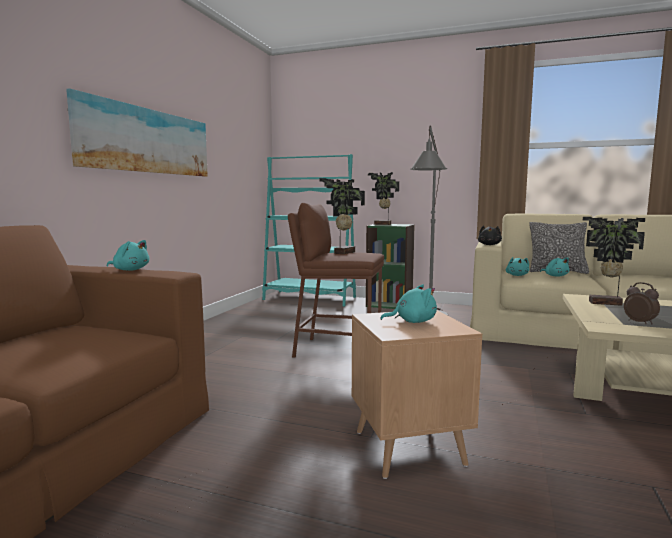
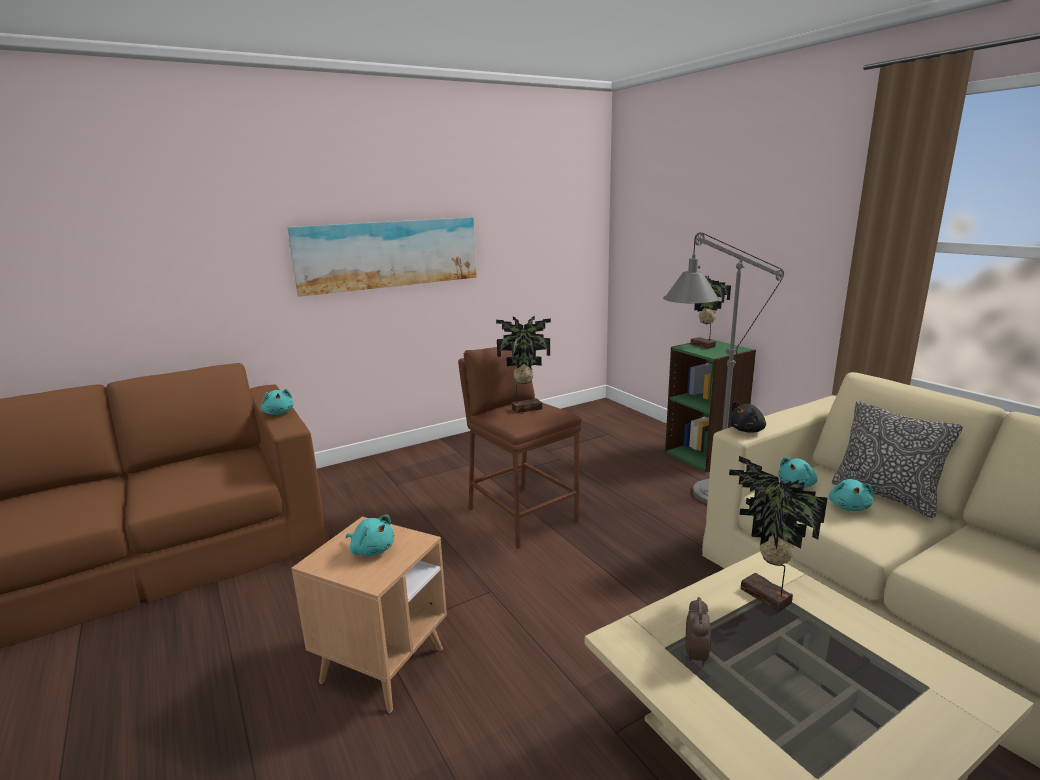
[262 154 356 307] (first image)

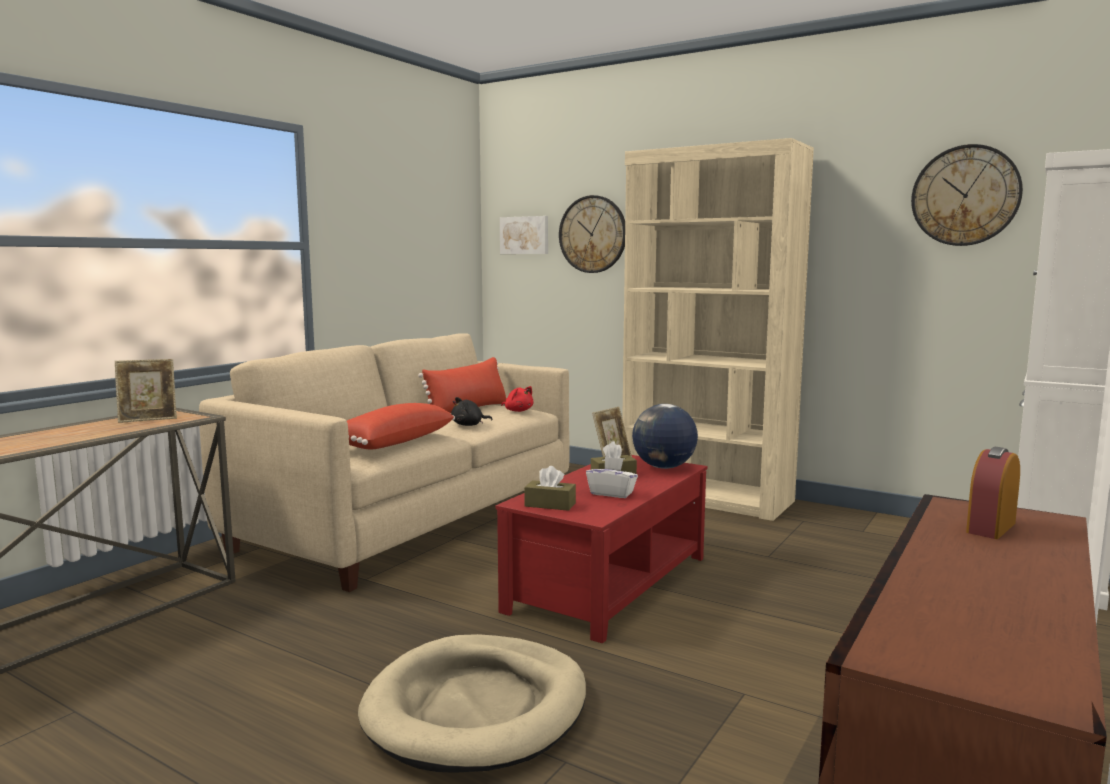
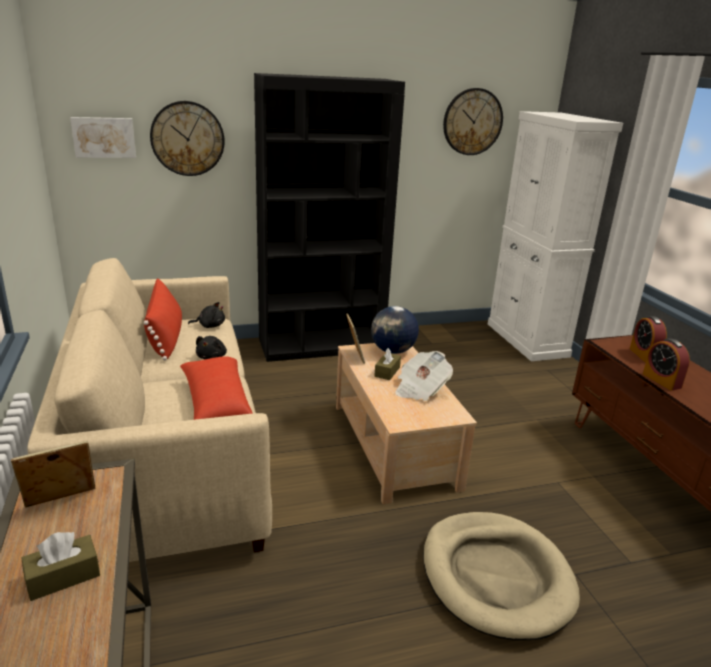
[643 338 690 391]
[21 532 100 601]
[395 351 453 401]
[336 343 477 504]
[188 302 225 328]
[254 73 405 362]
[11 441 96 508]

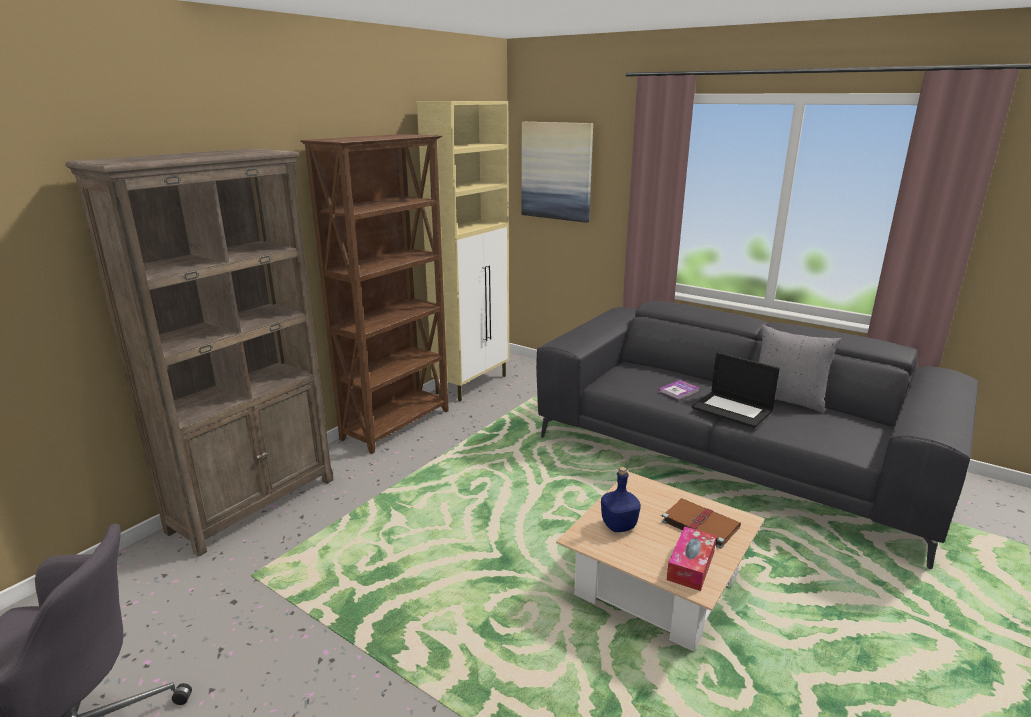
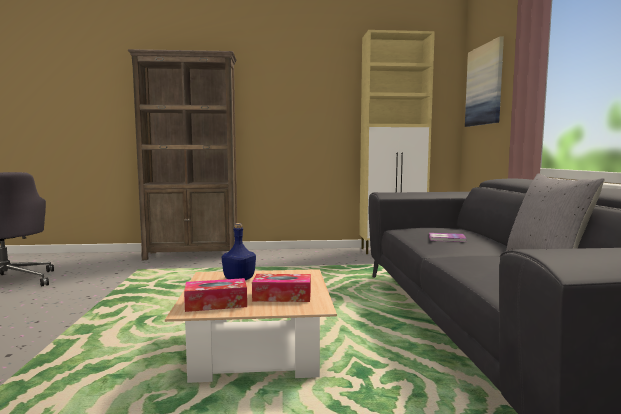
[300 134 449 454] (first image)
[692 352 780 428] (first image)
[252 274 311 302]

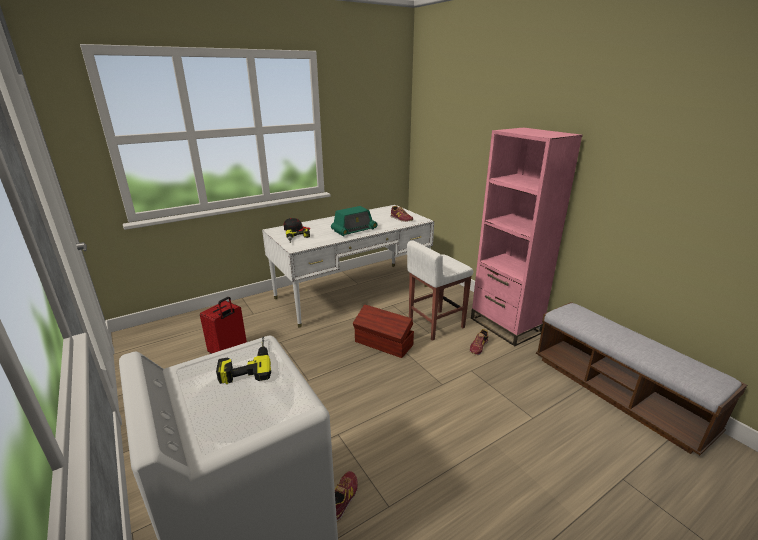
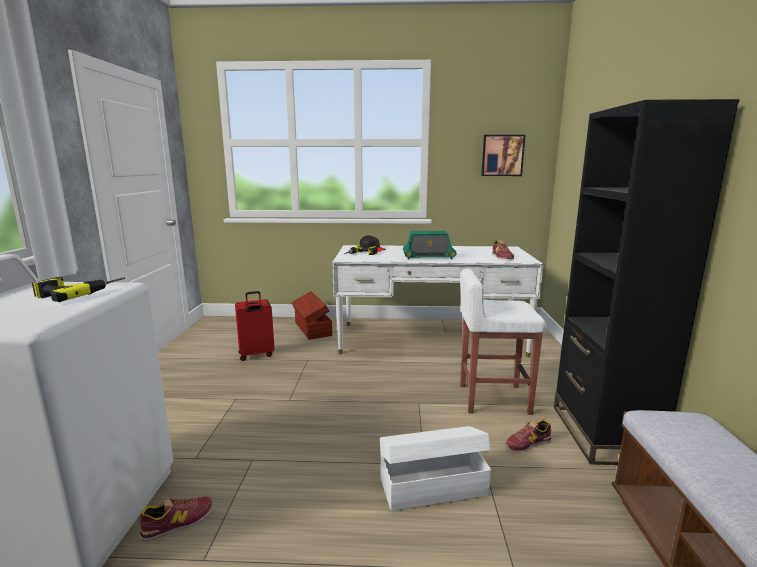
[380 426 491 511]
[481 135 525 176]
[291 291 332 340]
[554 99 740 465]

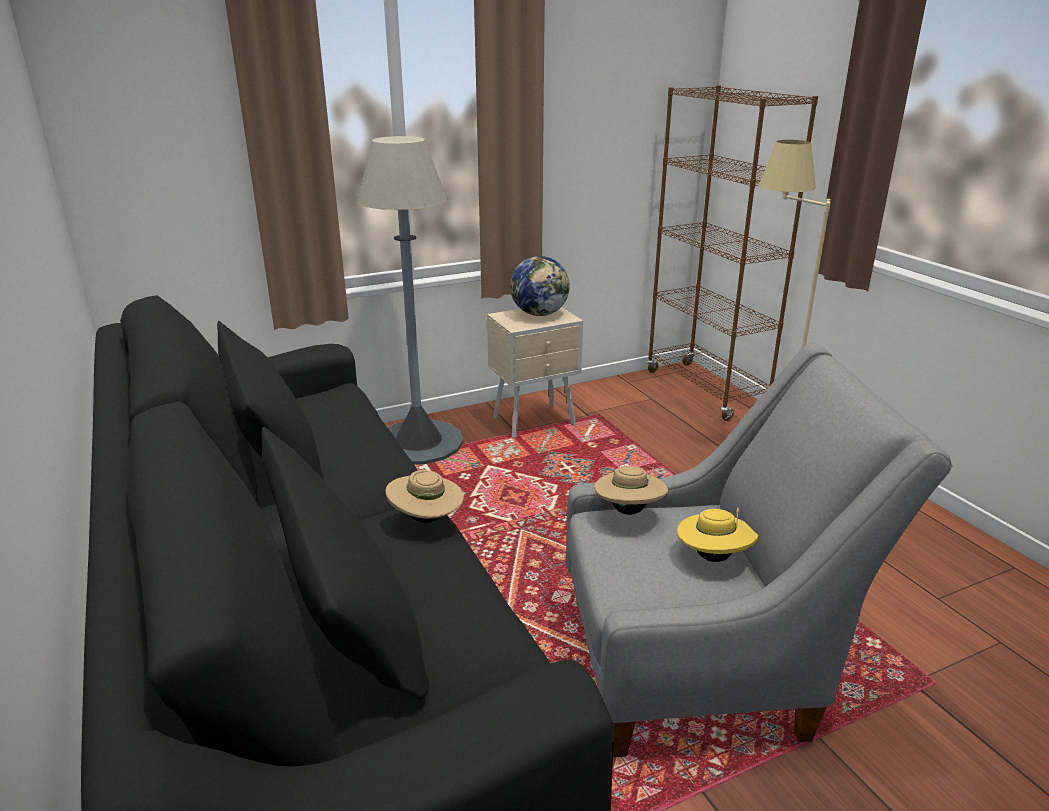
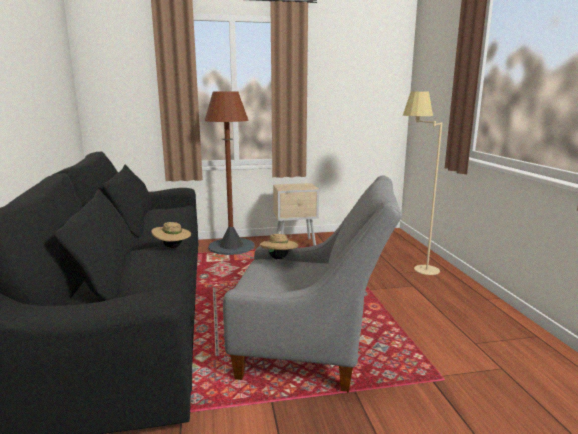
[510 256 570 316] (first image)
[647 85 818 421] (first image)
[677 508 758 562] (first image)
[205 91 254 255]

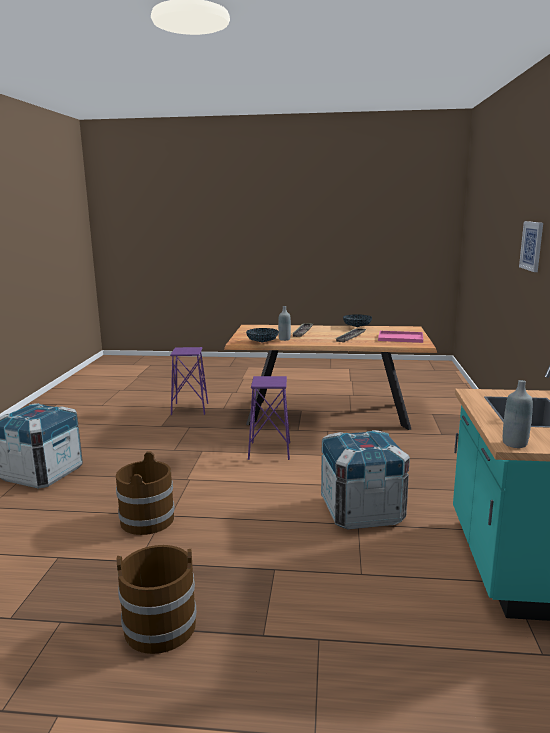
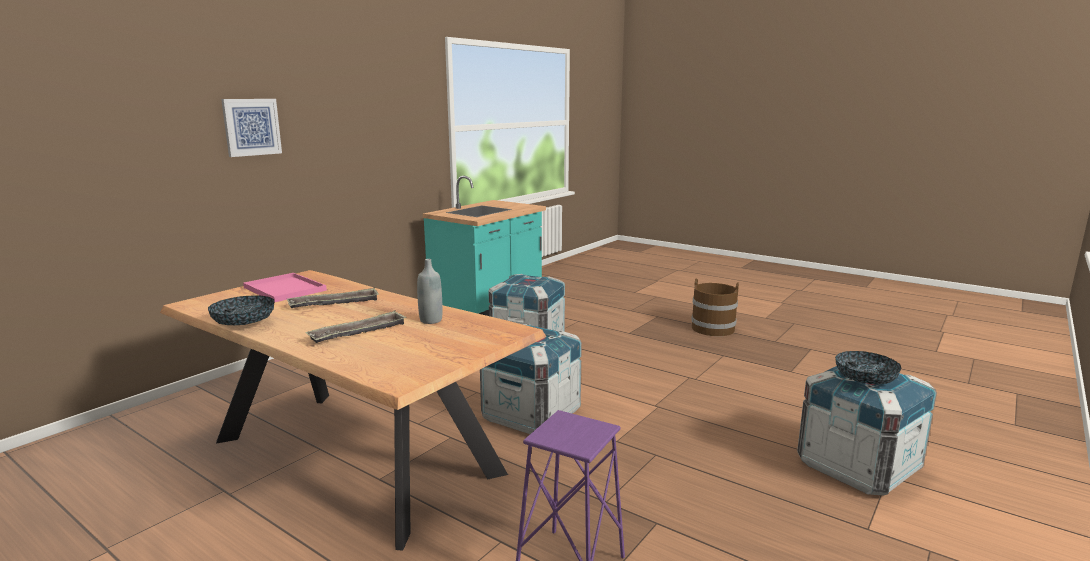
[116 452 175 535] (first image)
[503 380 533 448] (first image)
[835 351 901 384]
[480 324 582 434]

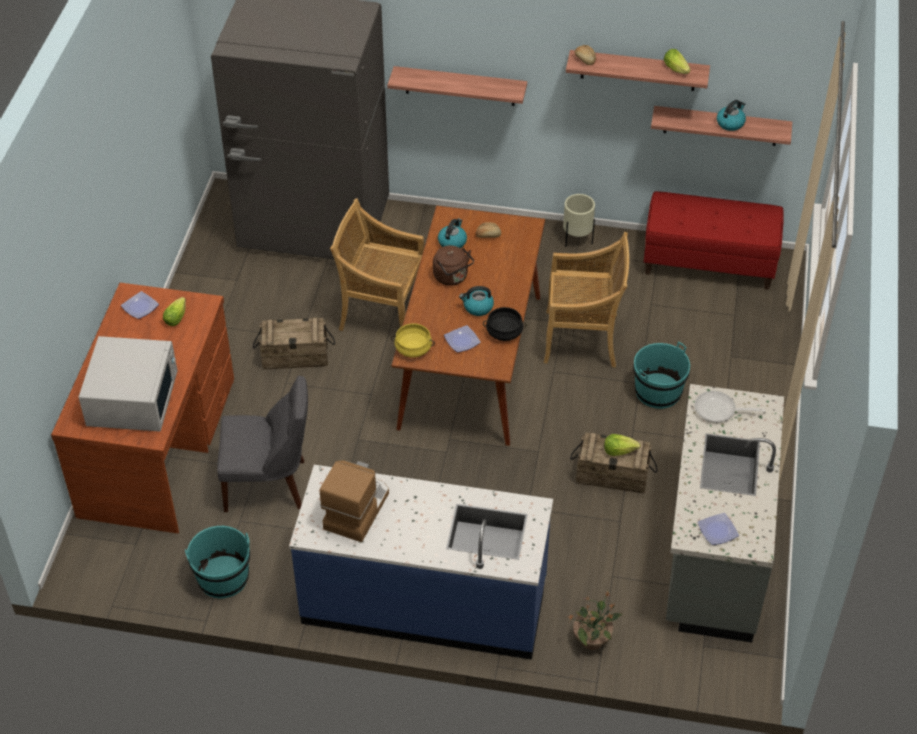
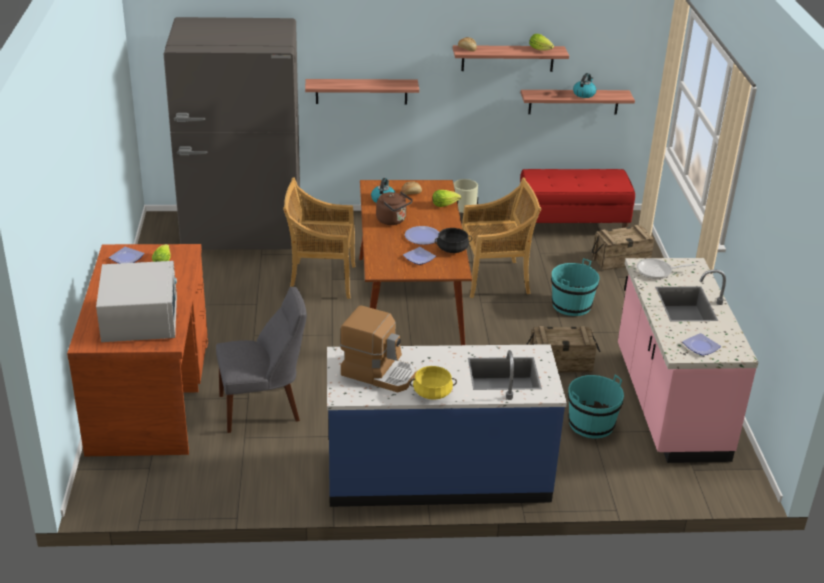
[569 591 623 650] (first image)
[568 375 624 439]
[592 225 655 270]
[410 366 457 400]
[433 190 461 207]
[405 226 439 245]
[618 258 758 463]
[340 305 416 392]

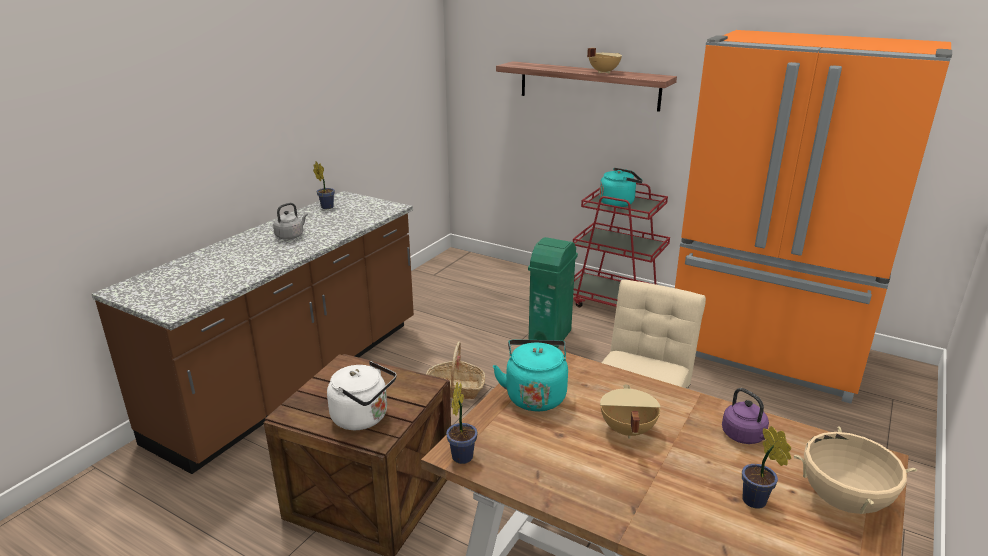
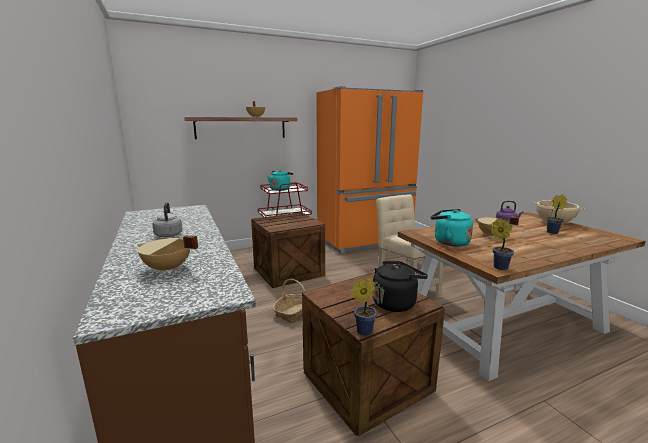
[137 235 198 274]
[351 278 377 336]
[251 212 325 288]
[373 261 428 312]

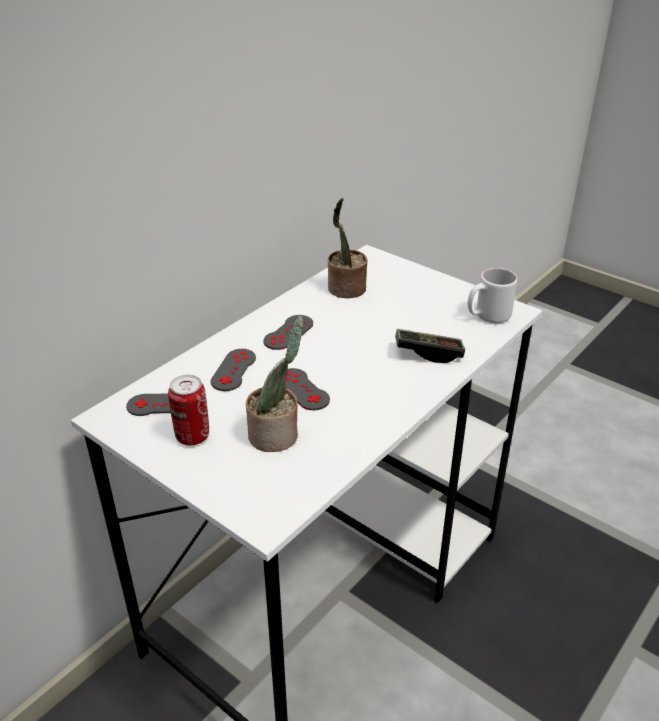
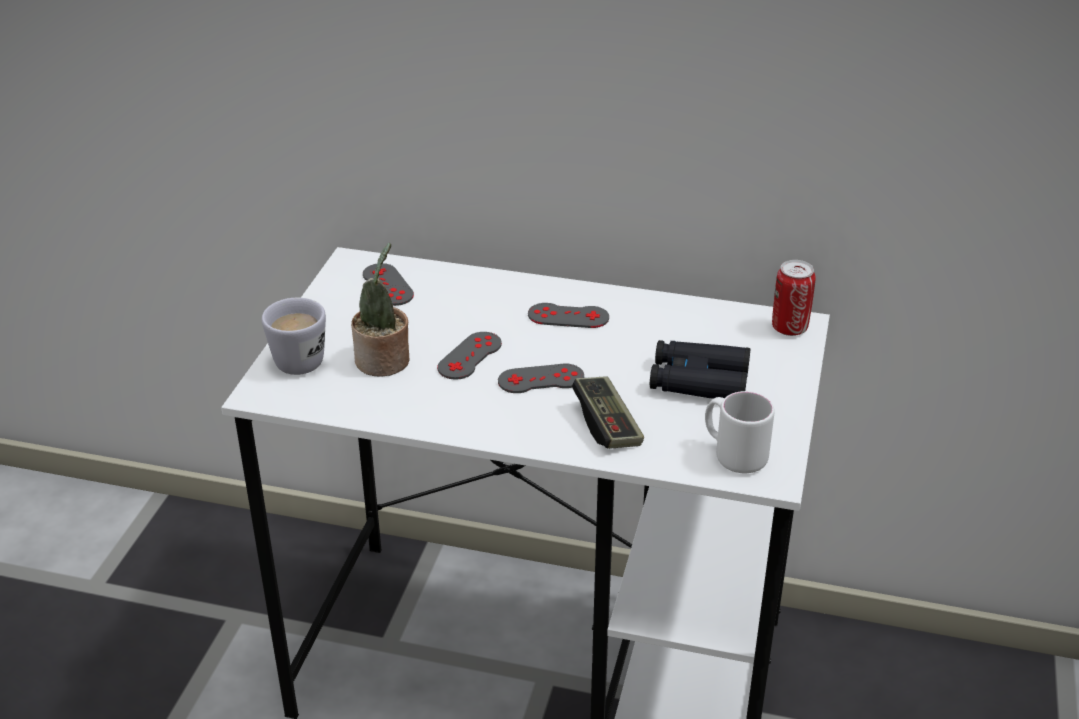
[328 198 368 298] (first image)
[262 298 326 375]
[650 340 751 399]
[772 260 816 336]
[498 364 584 393]

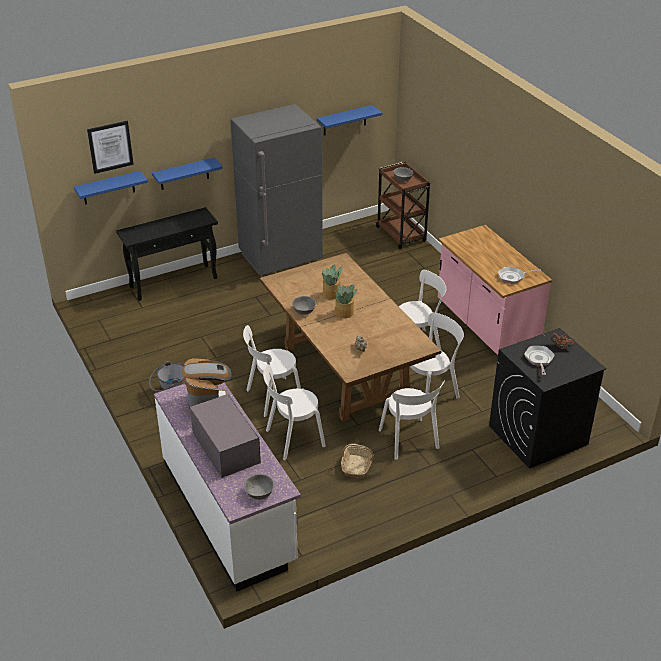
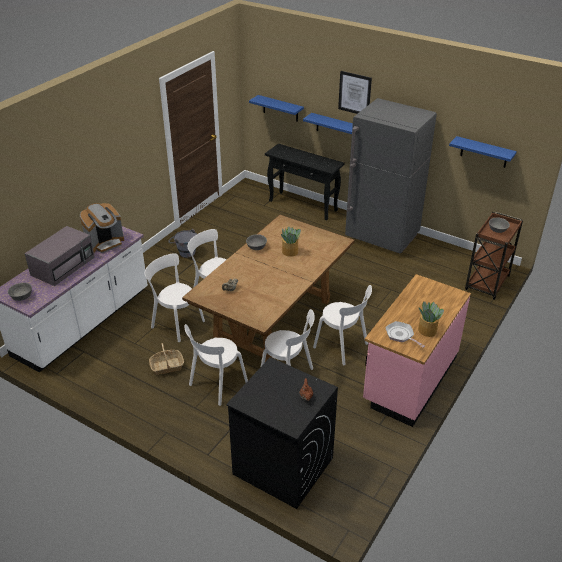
[524 346 555 375] (first image)
[338 71 372 114]
[418 301 444 337]

